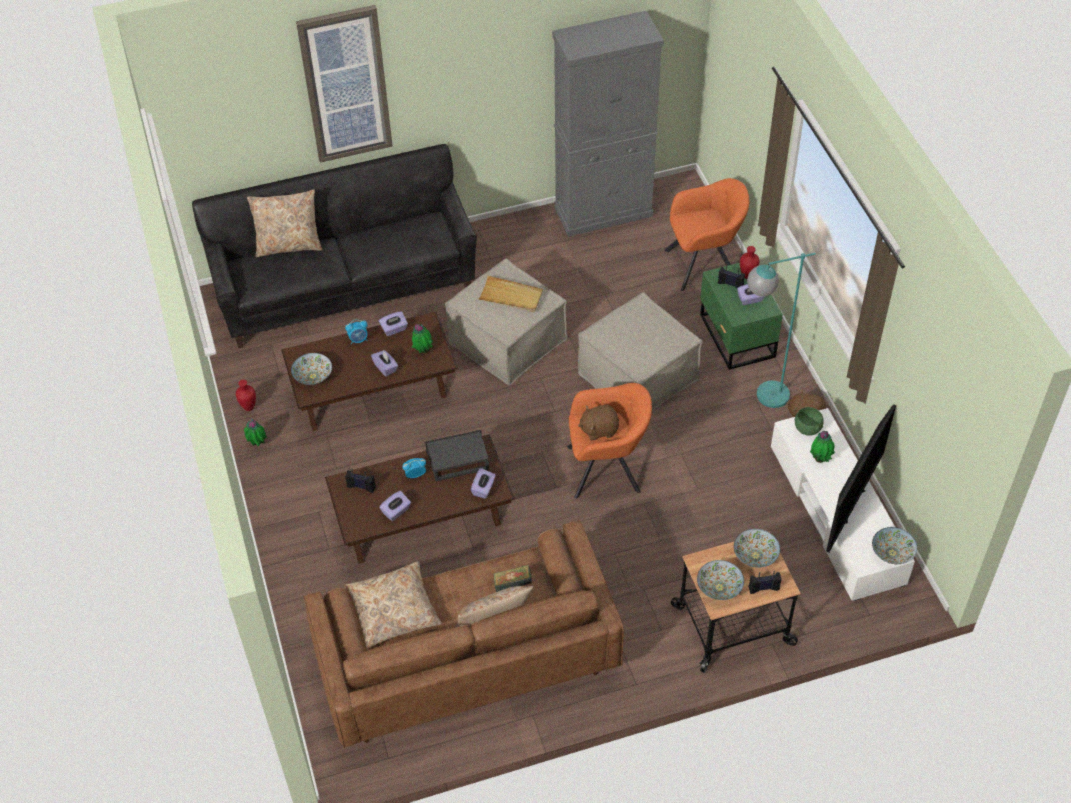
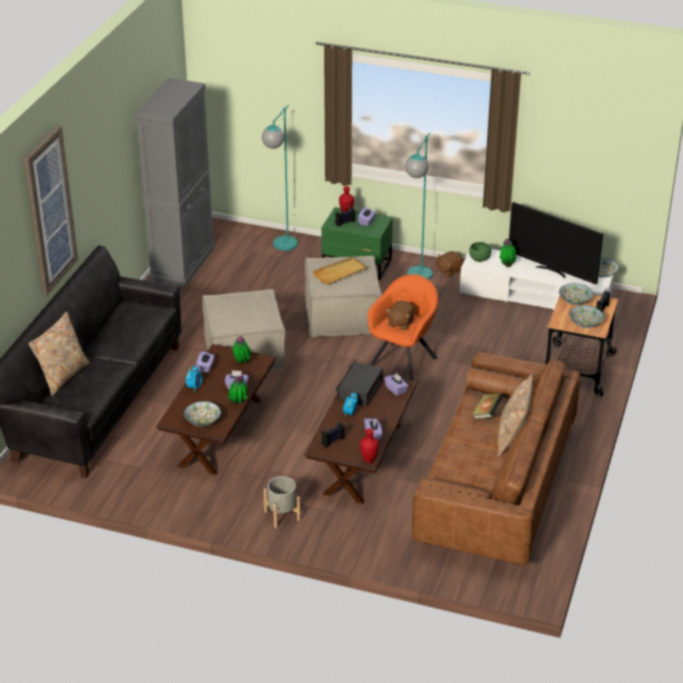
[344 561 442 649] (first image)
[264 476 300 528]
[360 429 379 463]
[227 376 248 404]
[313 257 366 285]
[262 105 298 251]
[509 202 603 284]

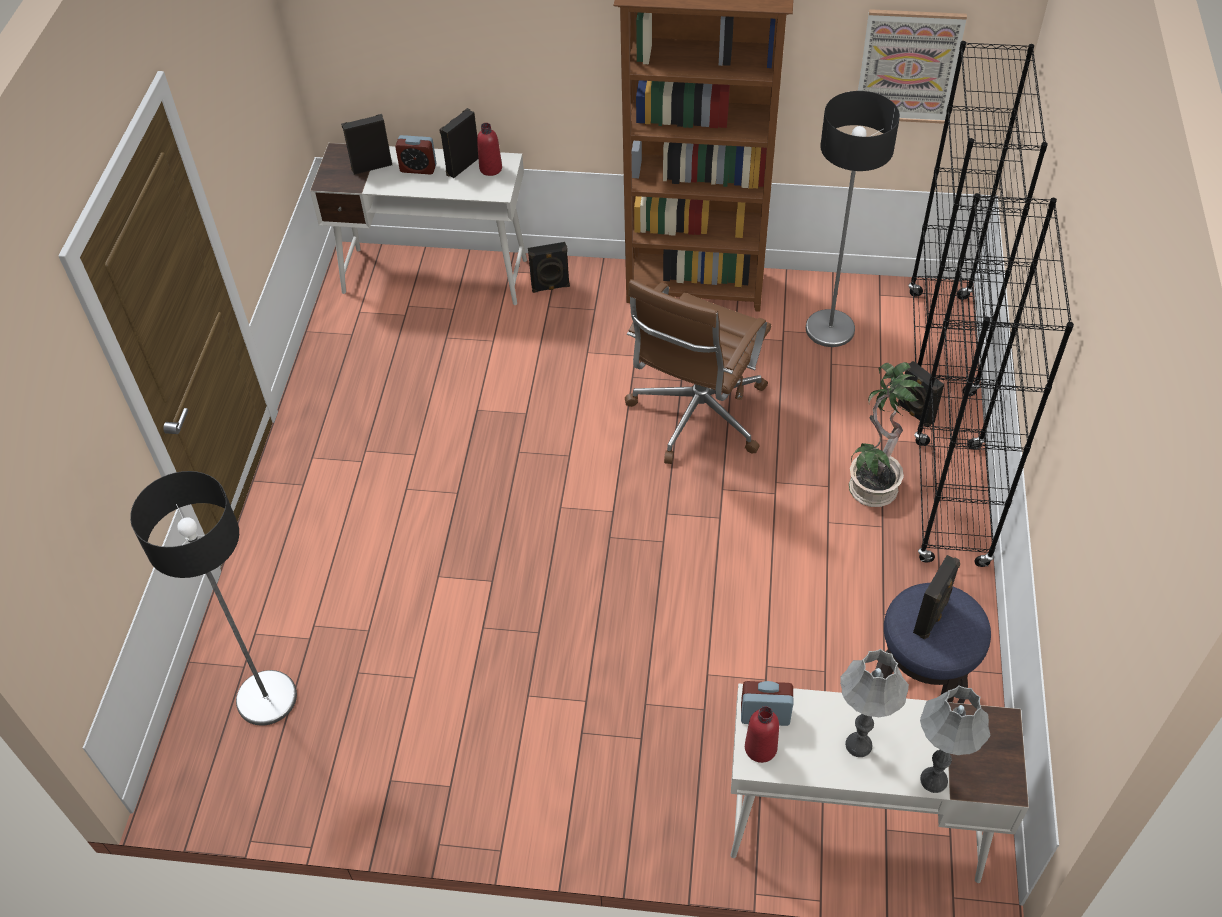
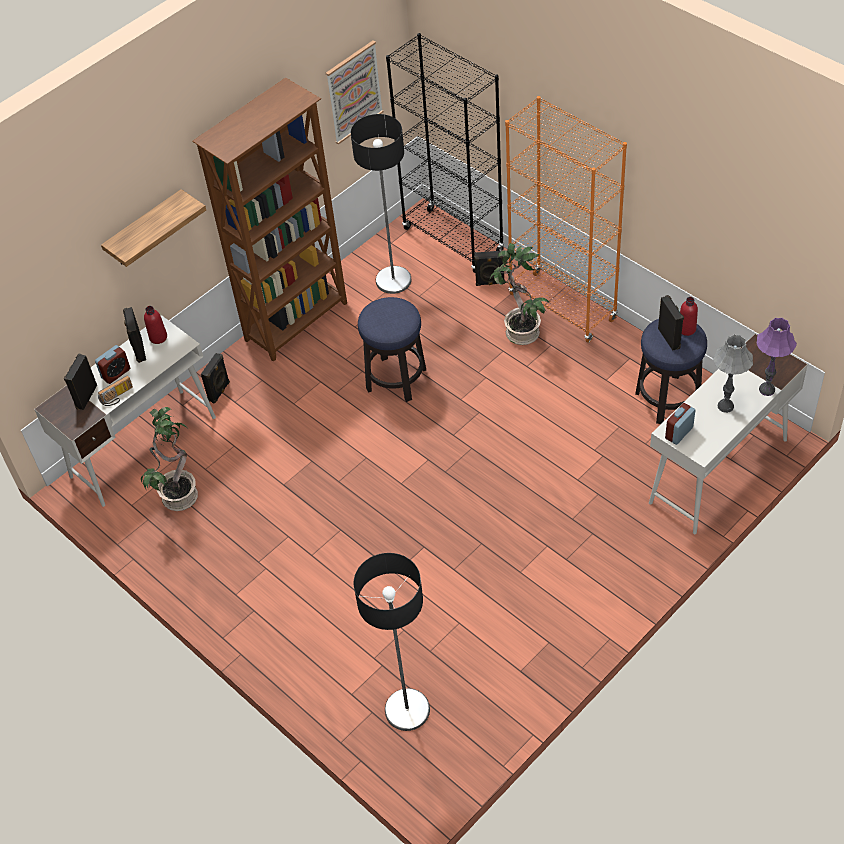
[98 375 133 406]
[101 189 206 267]
[141 407 198 511]
[680 297 698 336]
[358 297 426 402]
[505 96 627 343]
[757 318 797 396]

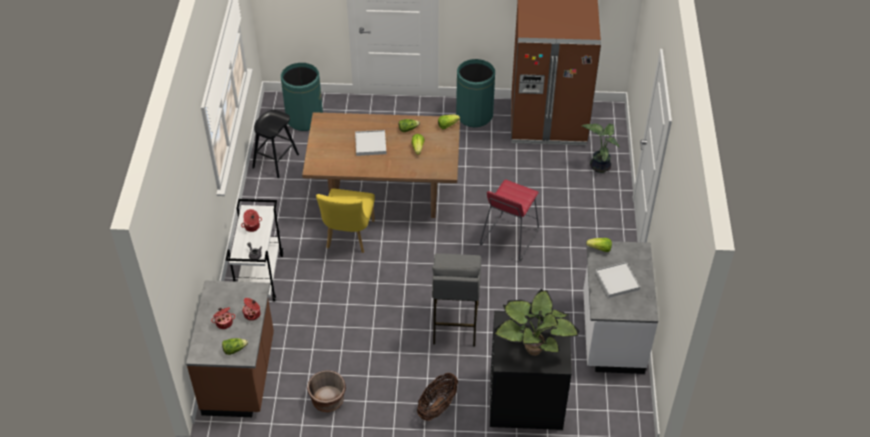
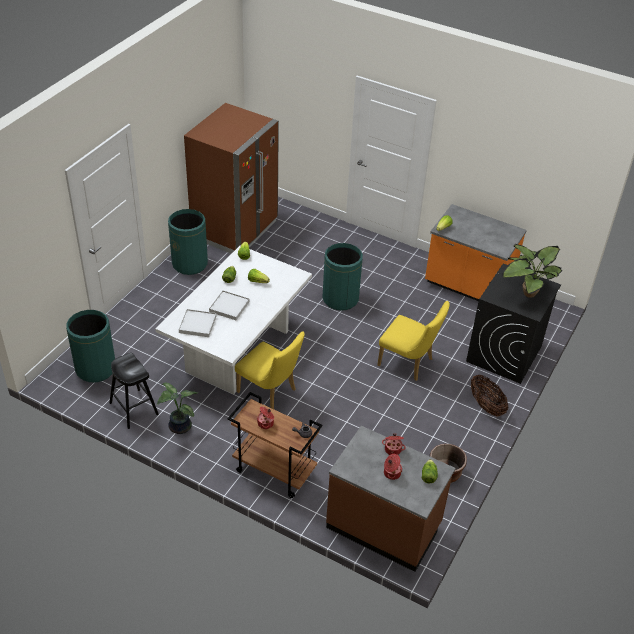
[157 383 199 434]
[179 309 216 337]
[377 301 450 381]
[322 243 363 310]
[228 392 322 498]
[155 245 312 394]
[425 204 527 301]

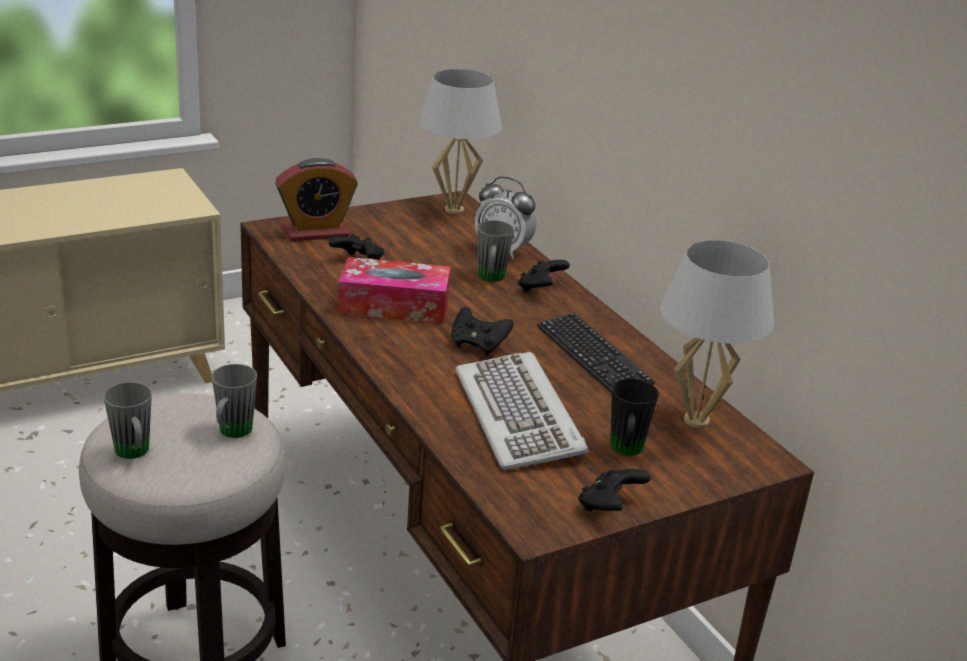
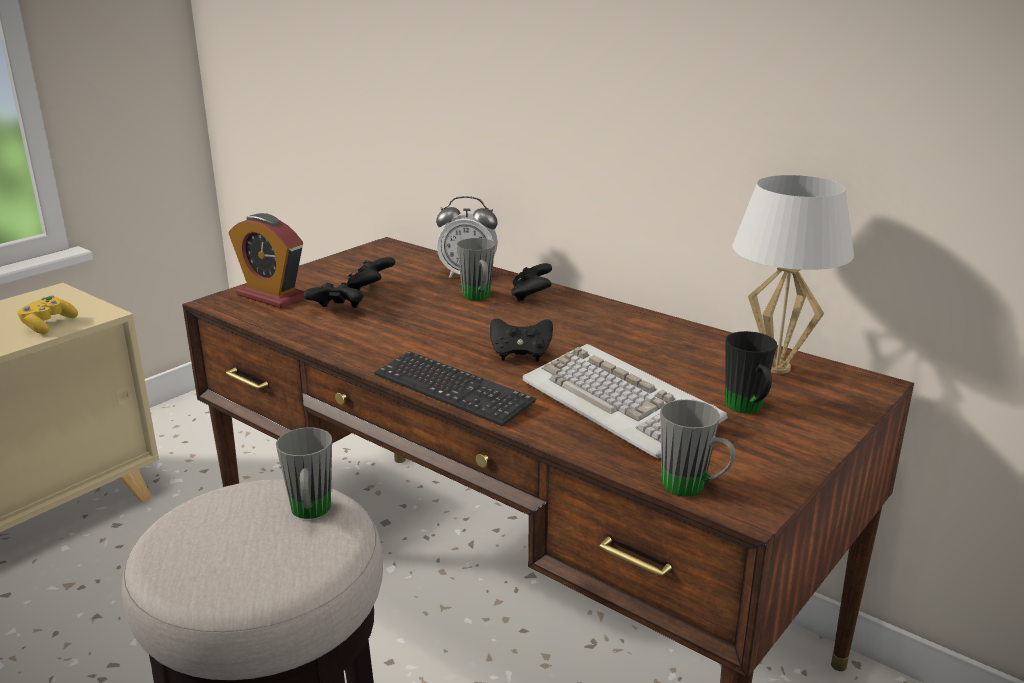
[338 257 451 324] (first image)
[418 69 502 214] (first image)
[17 296 78 334]
[660 400 735 497]
[374 351 537 427]
[347 257 395 290]
[229 213 305 308]

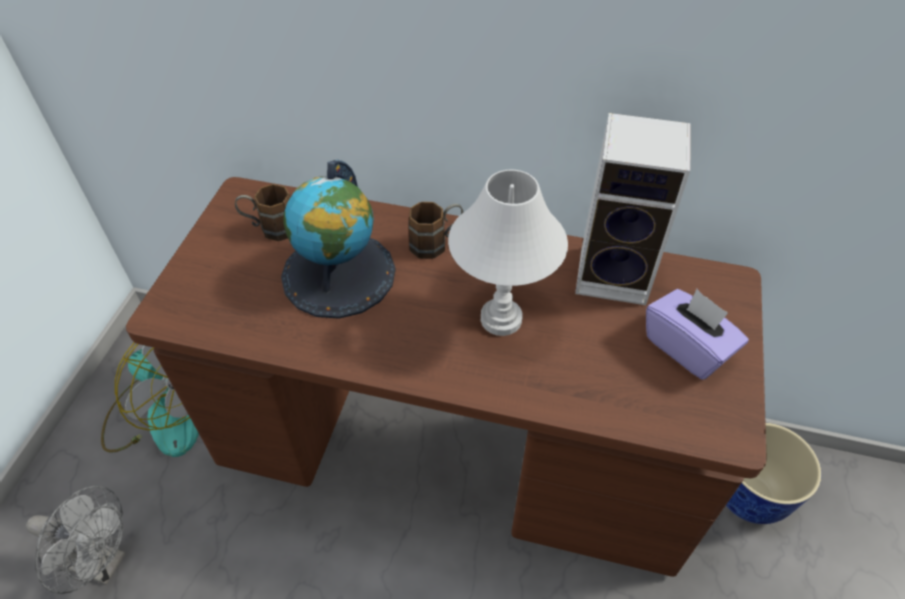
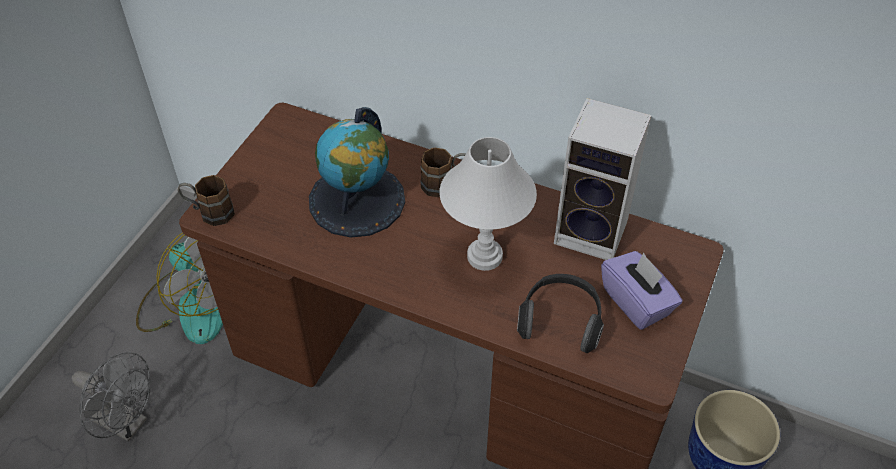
[517 274 604 353]
[178 175 235 226]

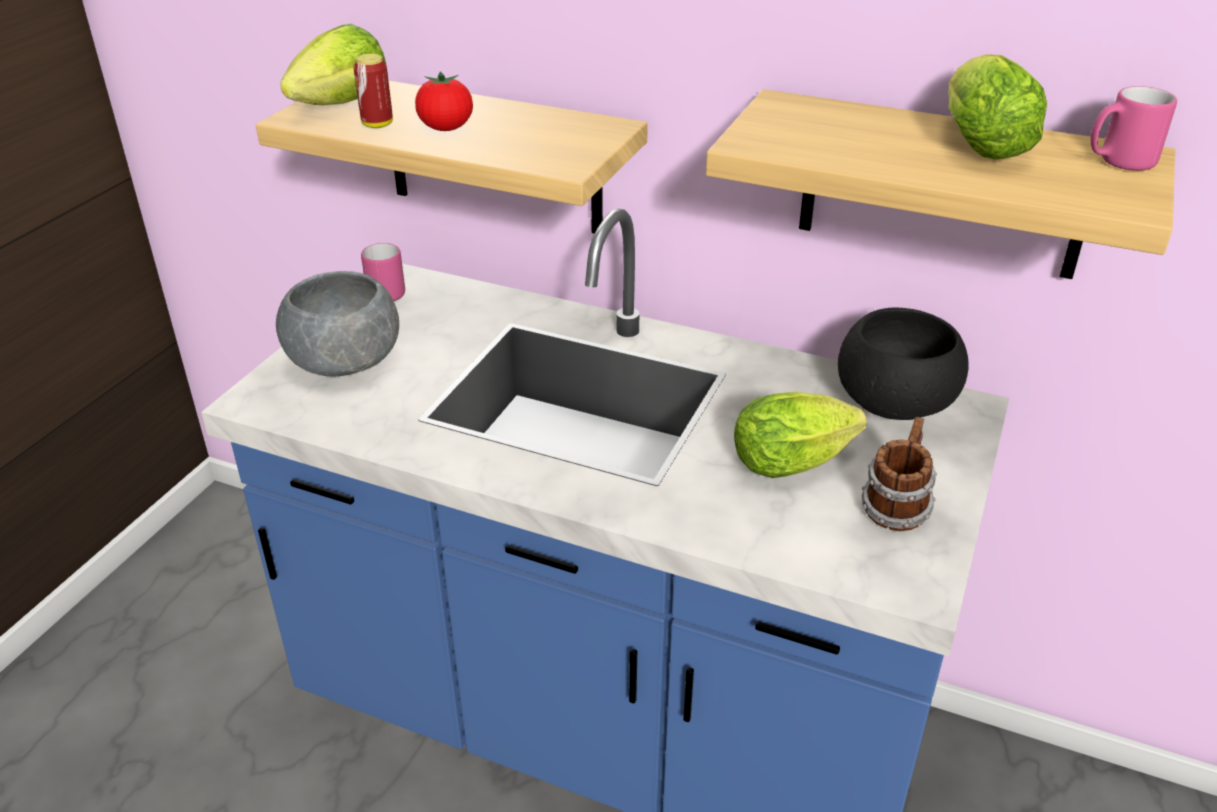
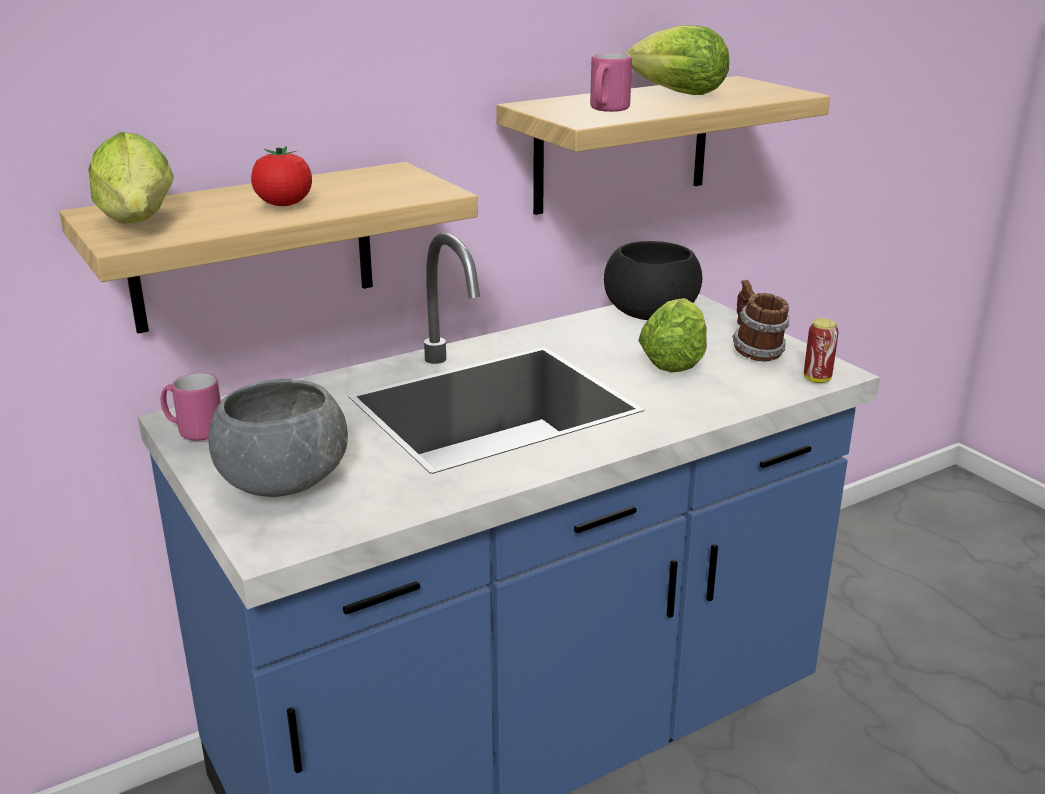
[804 318 839 383]
[590 53 632 112]

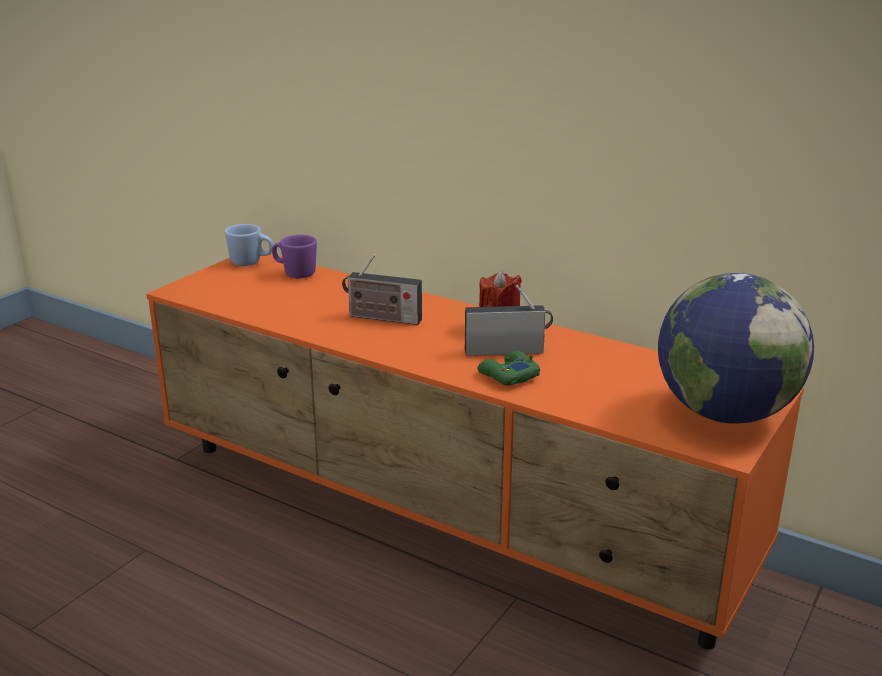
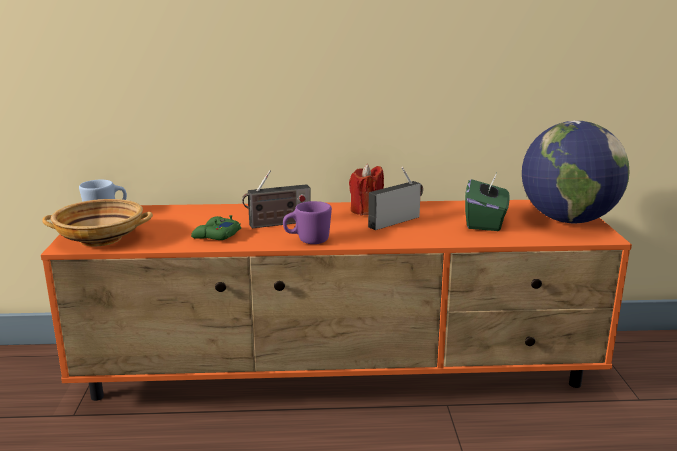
[42 199 153 246]
[465 171 510 231]
[283 201 332 244]
[191 215 241 240]

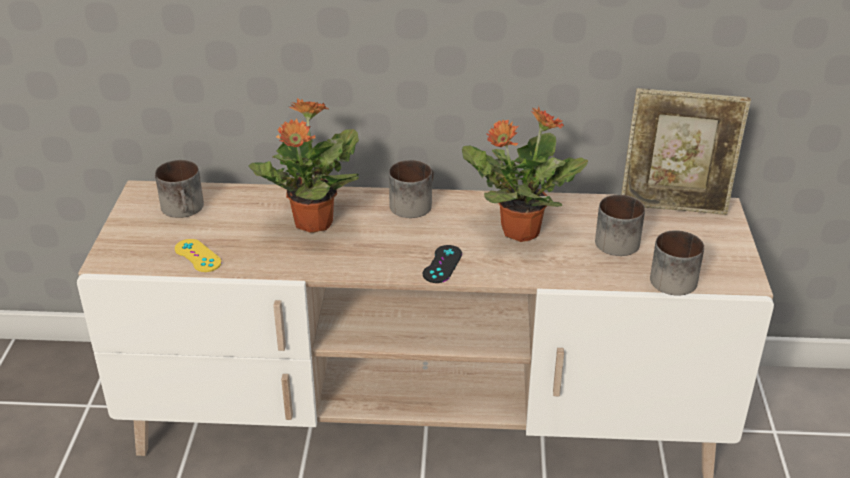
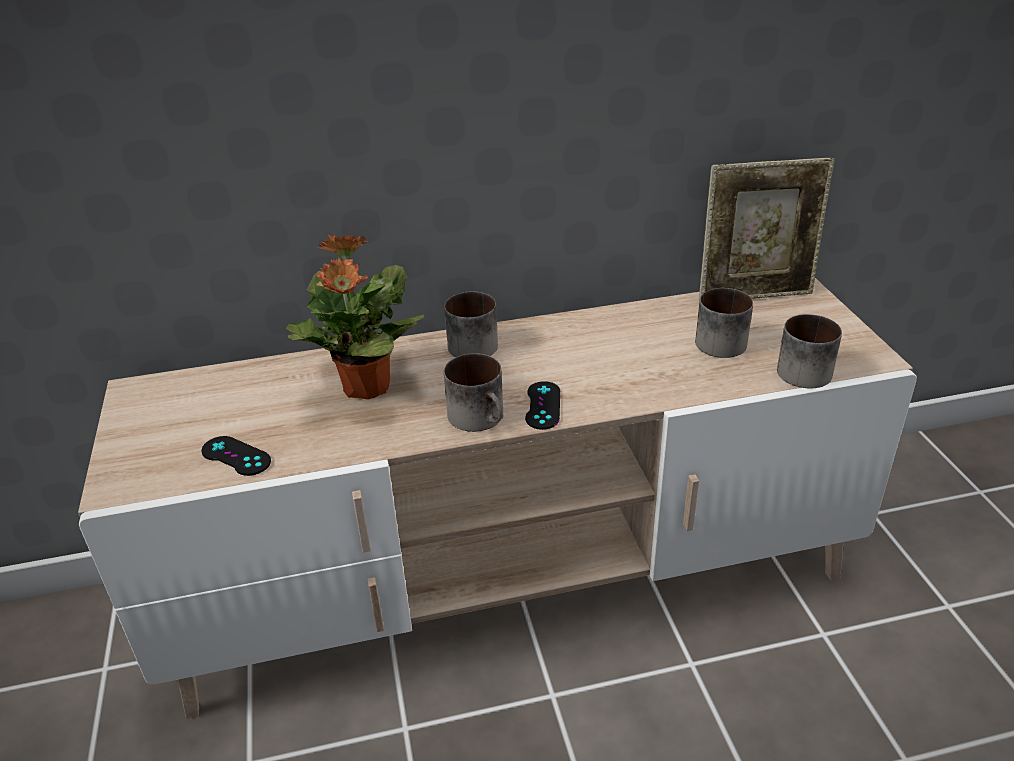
[462 106 588 242] (first image)
[444 353 503 432]
[201 436 271 476]

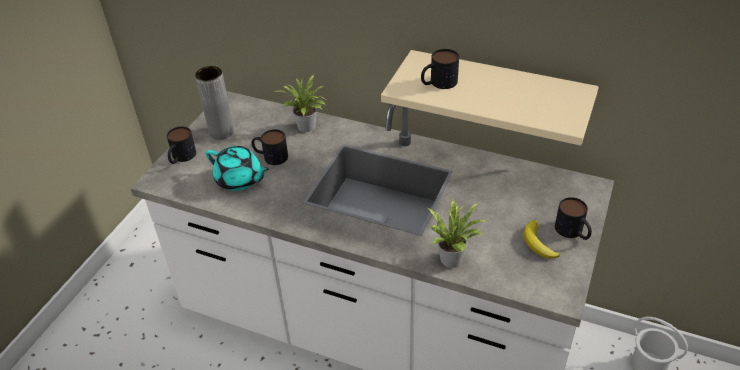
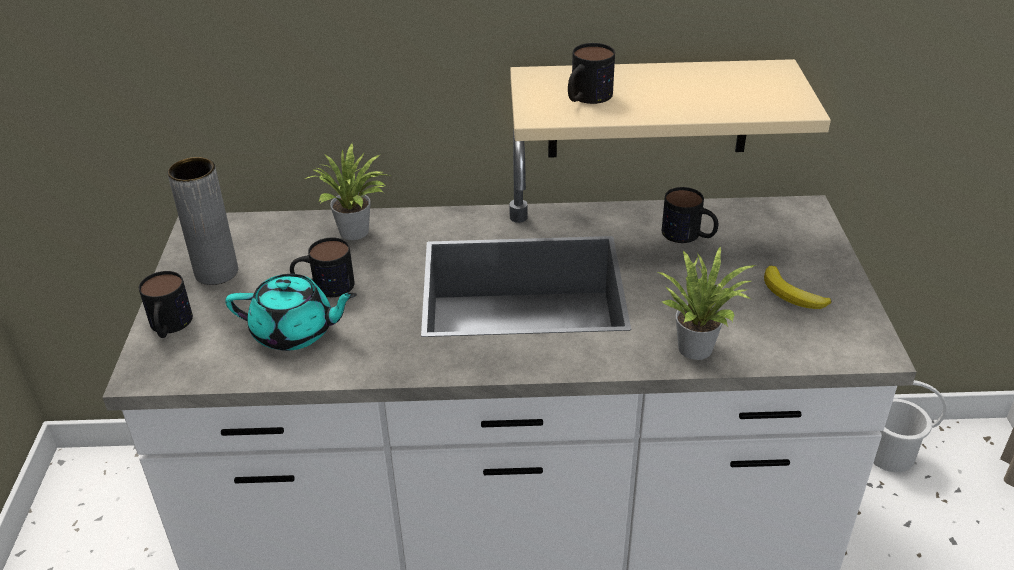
[662 187 718 243]

